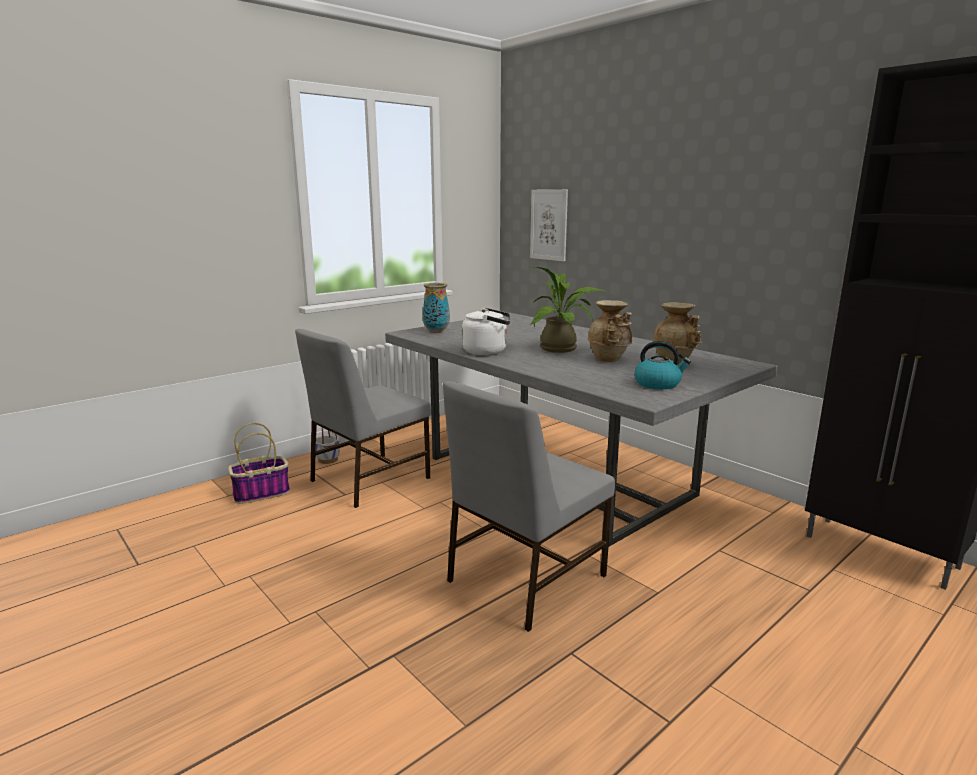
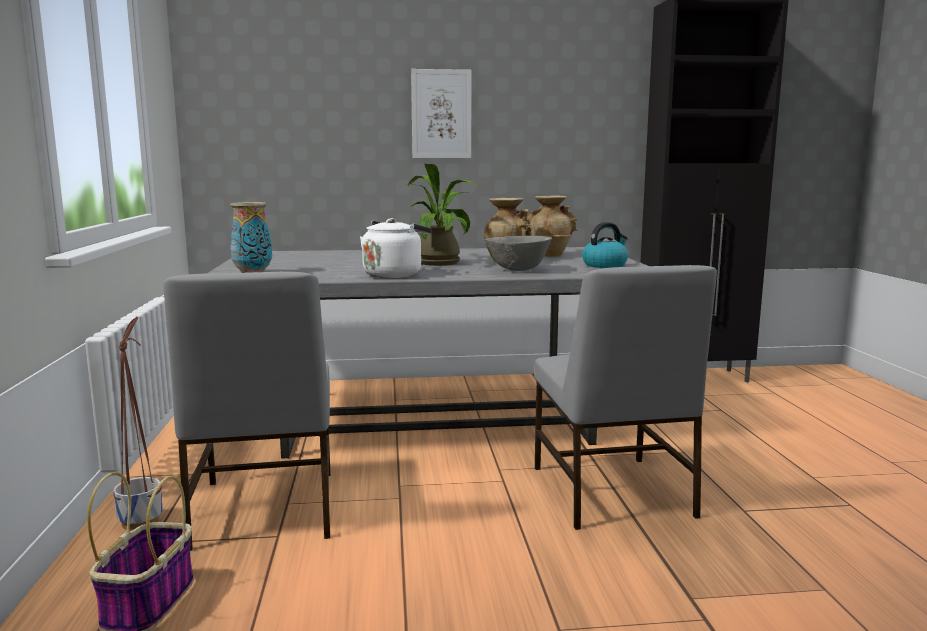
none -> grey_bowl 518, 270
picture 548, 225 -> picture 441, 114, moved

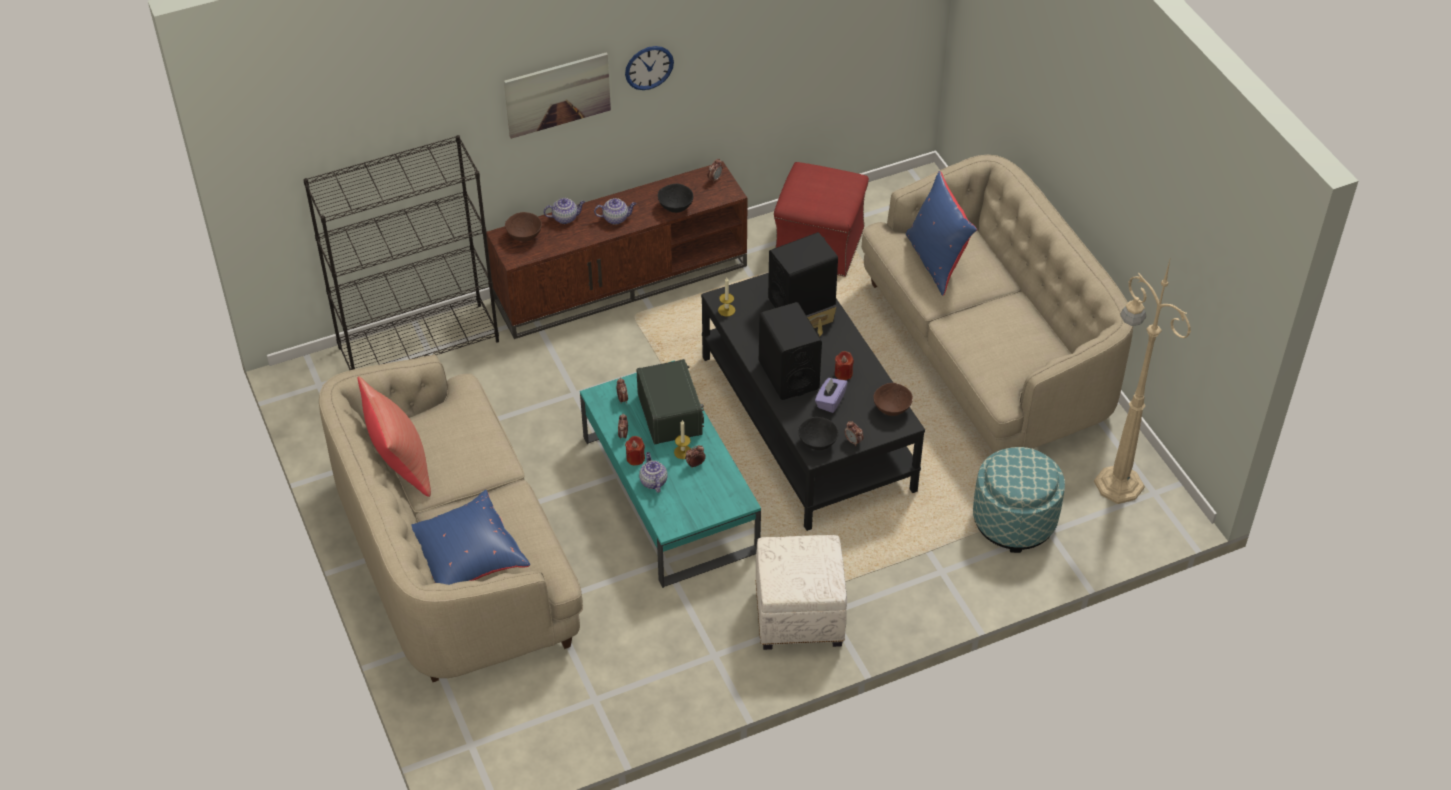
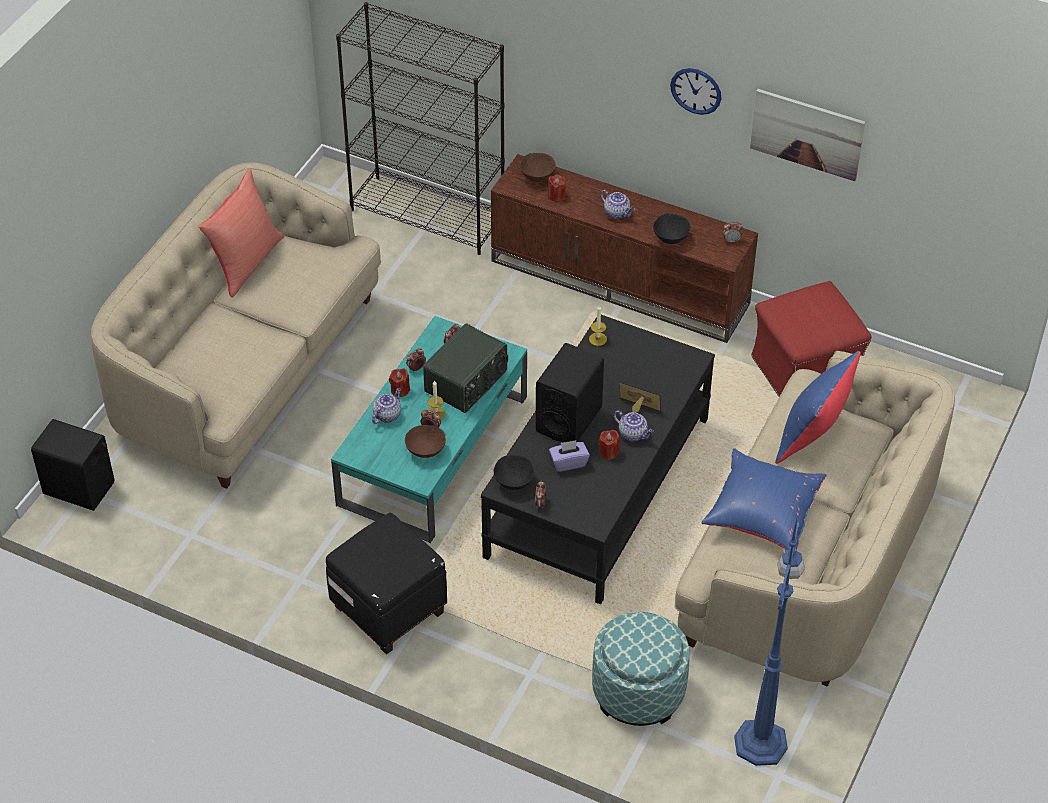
none -> red_candle 556, 196
blue_pillow 465, 558 -> blue_pillow 761, 513, moved
picture 557, 94 -> picture 807, 134, moved
teapot 565, 218 -> teapot 633, 434, moved
black_speaker 802, 302 -> black_speaker 79, 488, moved
brown_bowl 892, 409 -> brown_bowl 425, 451, moved
white_ottoman 798, 618 -> black_ottoman 387, 609
beige_floor_lamp 1117, 482 -> blue_floor_lamp 761, 740

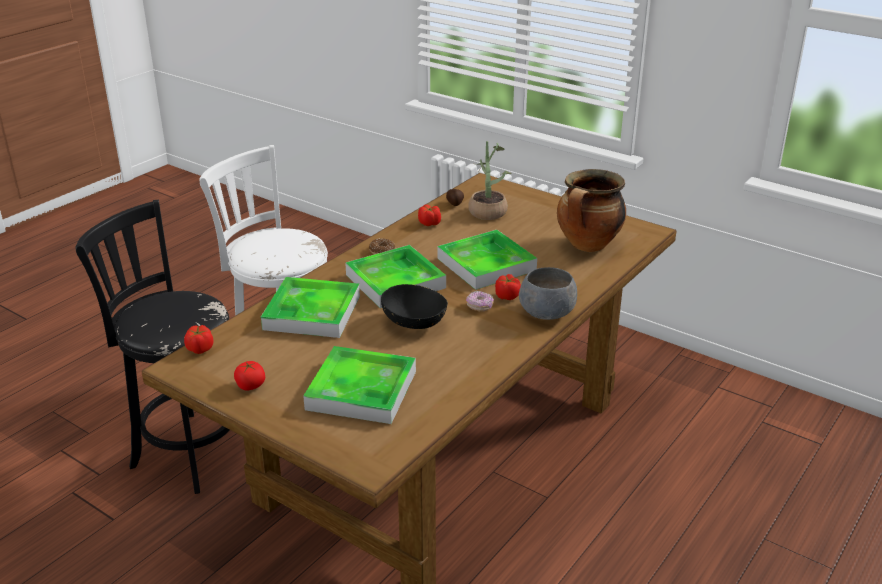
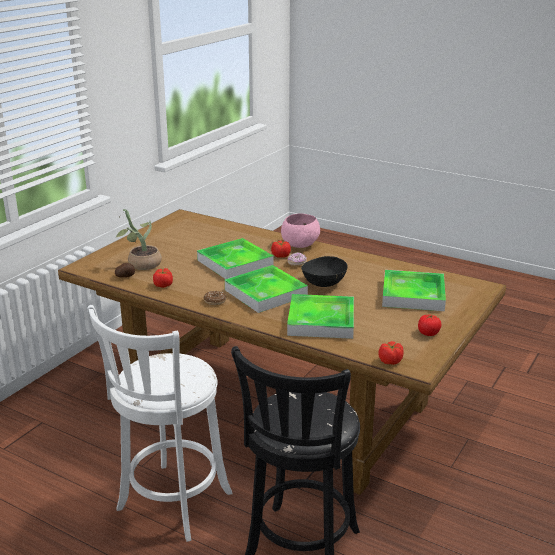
cooking_pot 588, 246 -> none
grey_bowl 546, 312 -> pink_bowl 299, 244

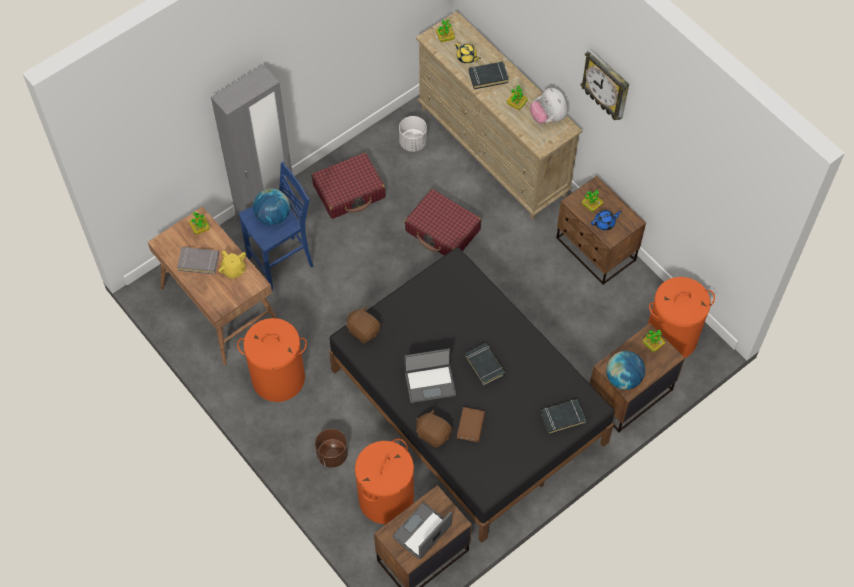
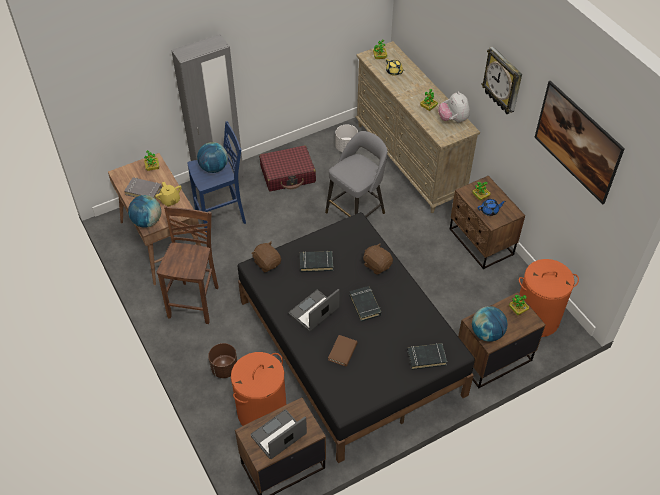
none -> globe 147, 222
none -> picture 573, 155
brown_plush_toy 433, 433 -> brown_plush_toy 377, 265, moved
black_book 488, 77 -> black_book 316, 263, moved
orange_laundry_basket 278, 378 -> brown_stool 195, 301
red_suitcase 443, 231 -> grey_stool 356, 212
laptop 430, 383 -> laptop 314, 312, 135 degrees clockwise

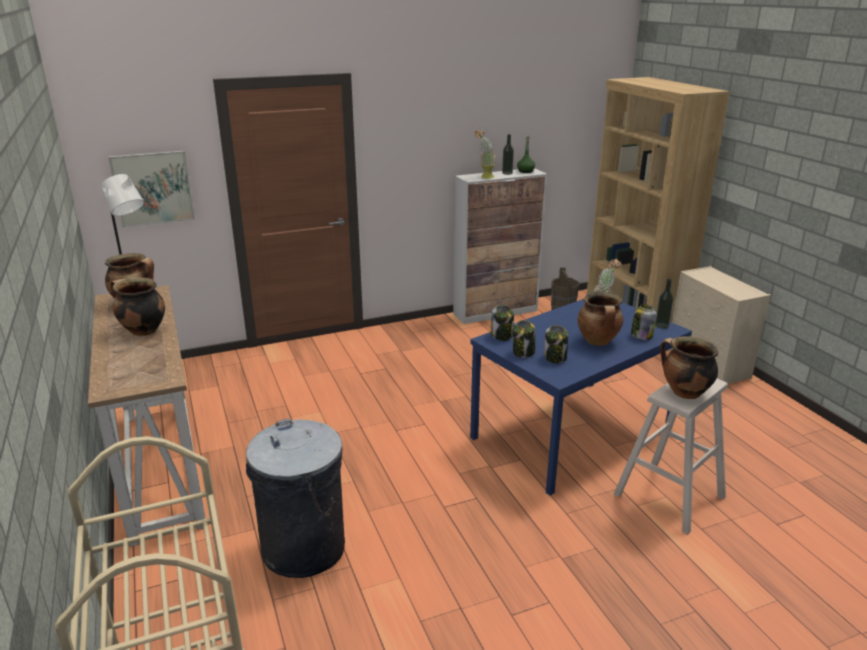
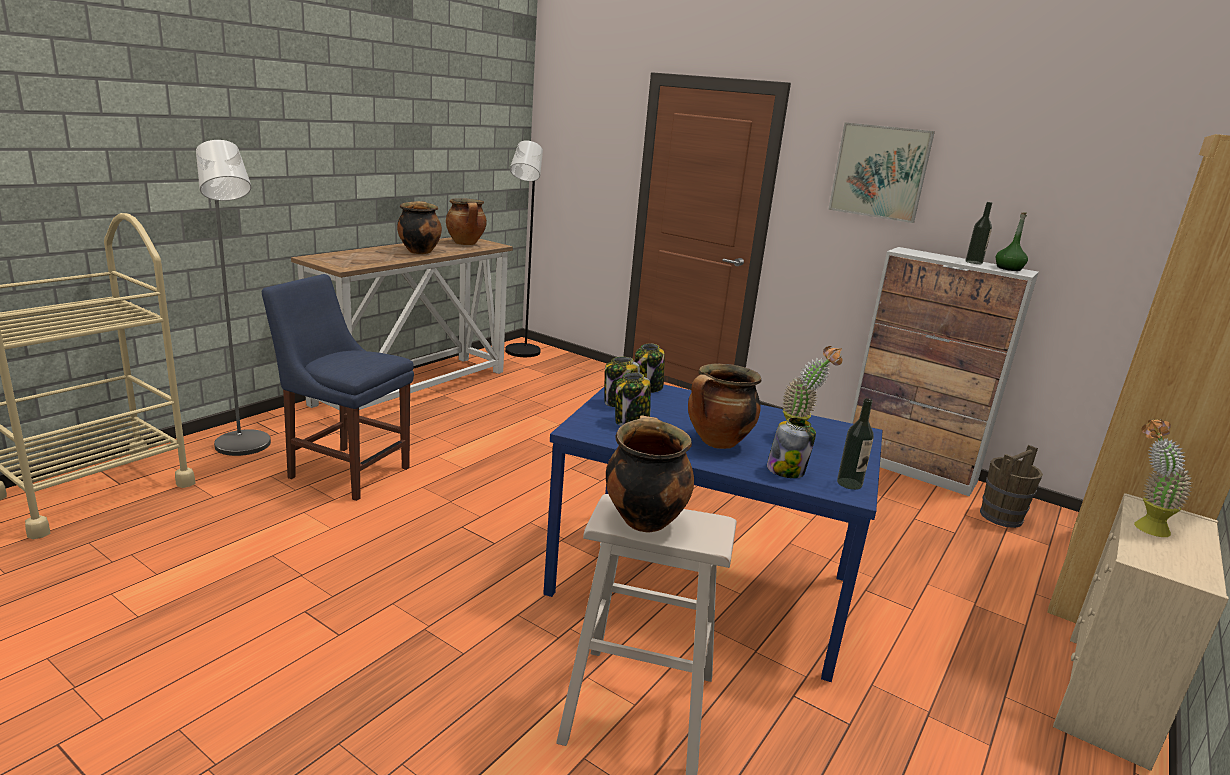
none -> grey_floor_lamp 245, 448
picture 153, 188 -> picture 879, 172, moved
potted_plant 484, 177 -> potted_plant 1142, 526, moved
grey_trash_can 303, 548 -> blue_chair 345, 471

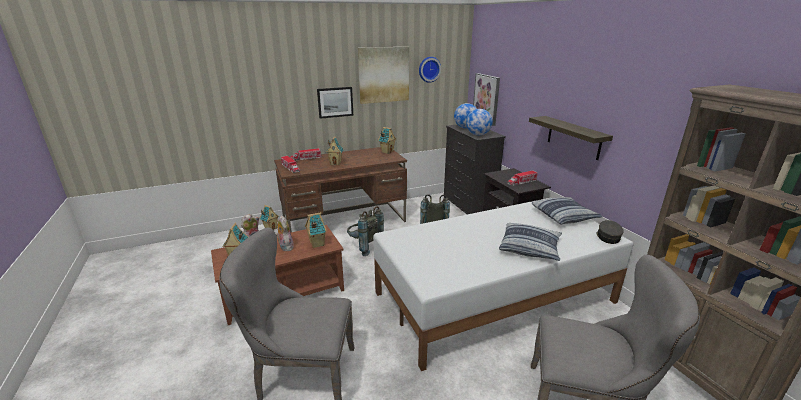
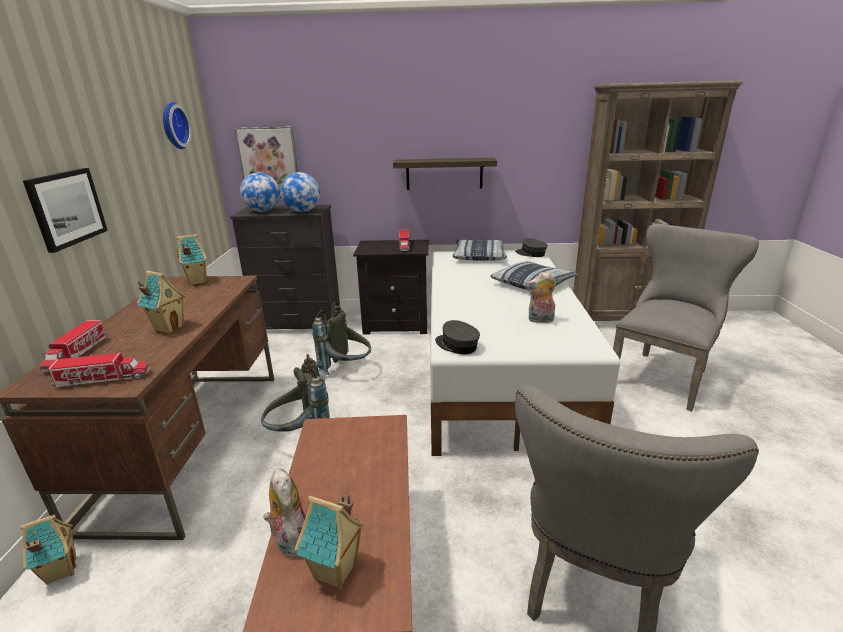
toy_house 316, 244 -> none
picture 383, 75 -> none
none -> grey_cap 456, 345
plush_toy 285, 247 -> plush_toy 540, 320, moved

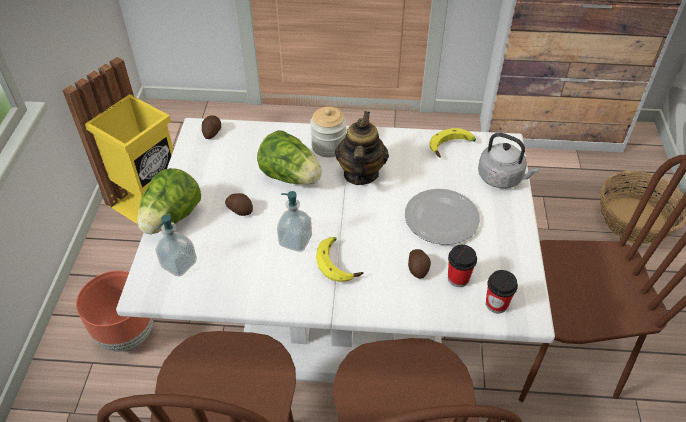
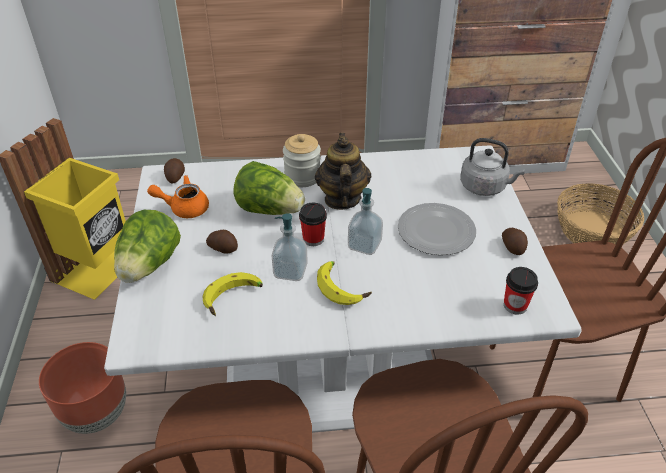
none -> orange_teapot 184, 208
soap_dispenser 179, 264 -> soap_dispenser 364, 245, moved
potato 418, 268 -> potato 513, 247, moved
banana 452, 148 -> banana 234, 298, moved
cup 458, 278 -> cup 313, 239, moved

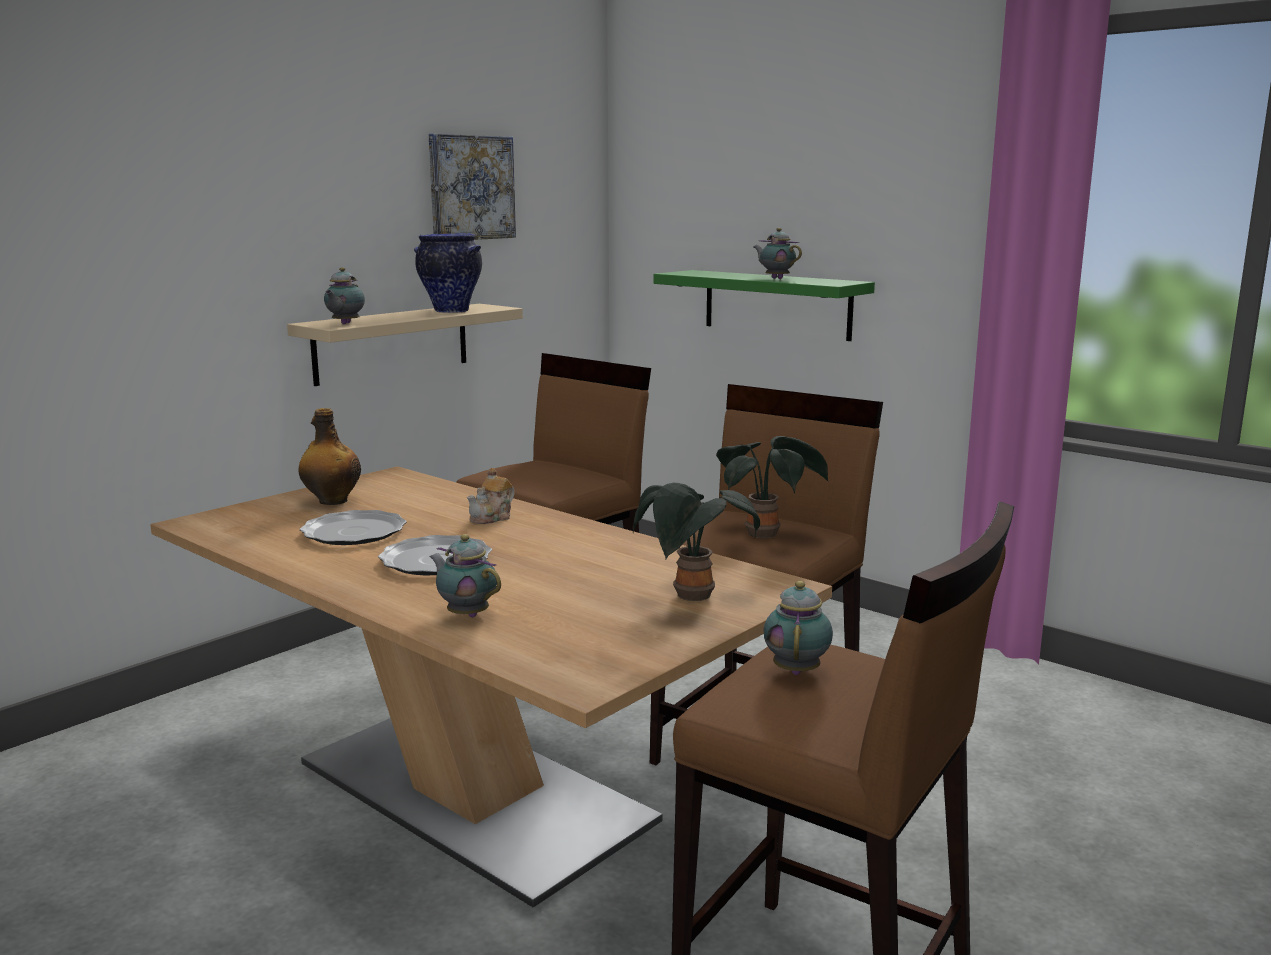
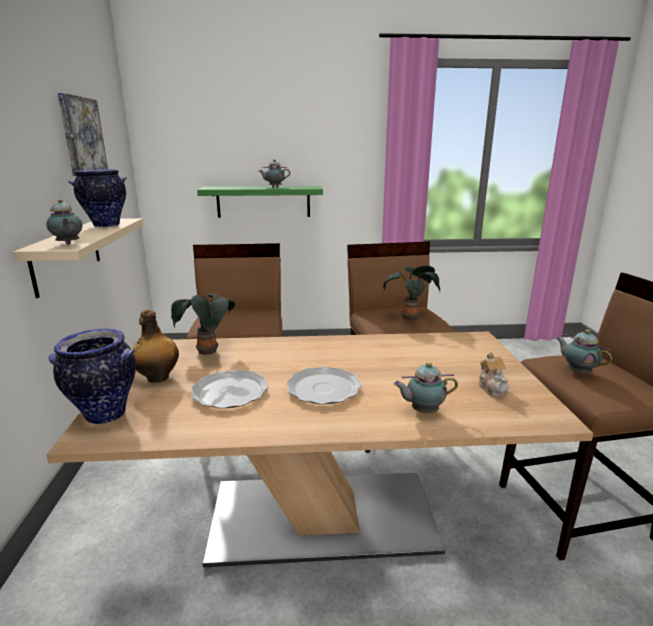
none -> vase 104, 415
teapot 492, 518 -> teapot 492, 388, moved
potted_plant 692, 598 -> potted_plant 208, 352, moved

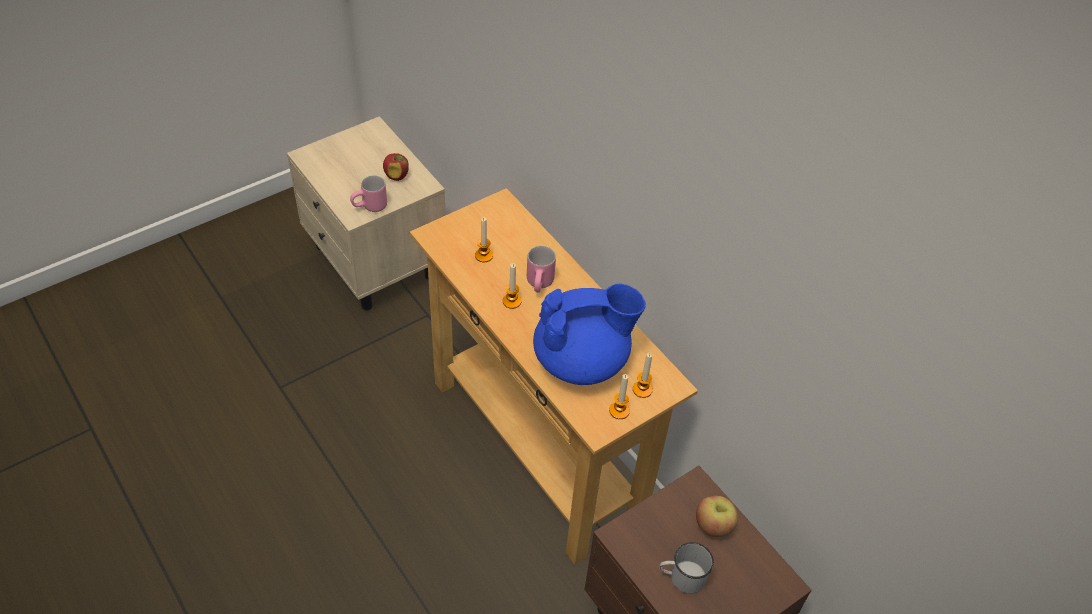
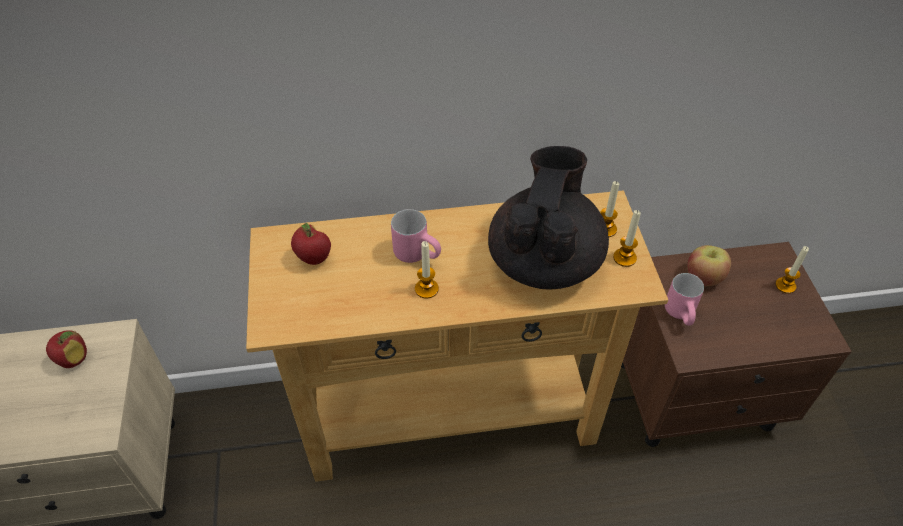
white_mug 682, 577 -> none
none -> apple 313, 259
pink_mug 370, 208 -> pink_mug 682, 314, moved
candle 484, 255 -> candle 785, 285, moved
blue_teapot 582, 360 -> black_teapot 544, 261

